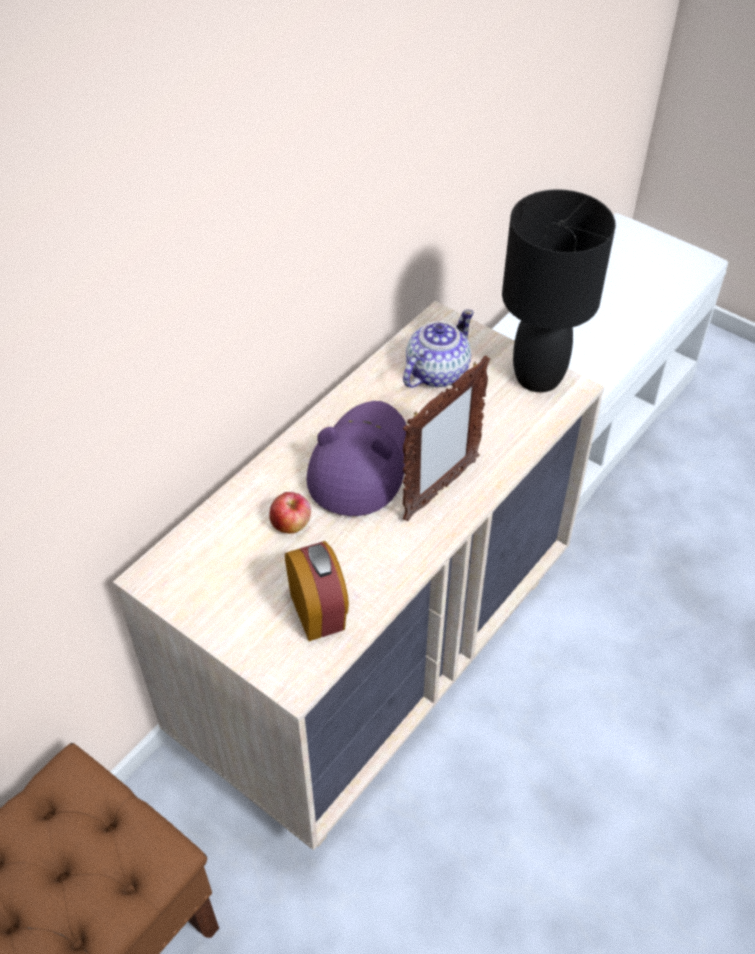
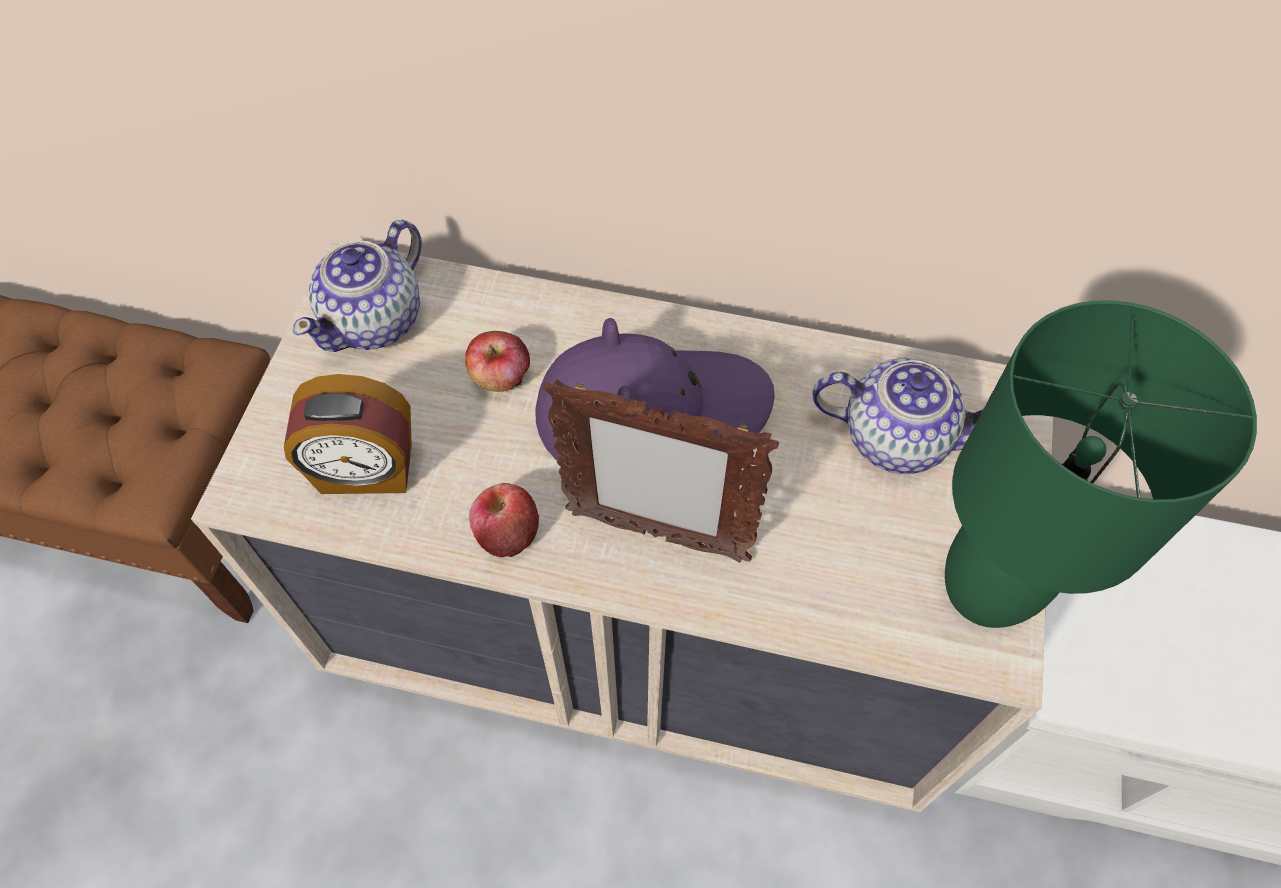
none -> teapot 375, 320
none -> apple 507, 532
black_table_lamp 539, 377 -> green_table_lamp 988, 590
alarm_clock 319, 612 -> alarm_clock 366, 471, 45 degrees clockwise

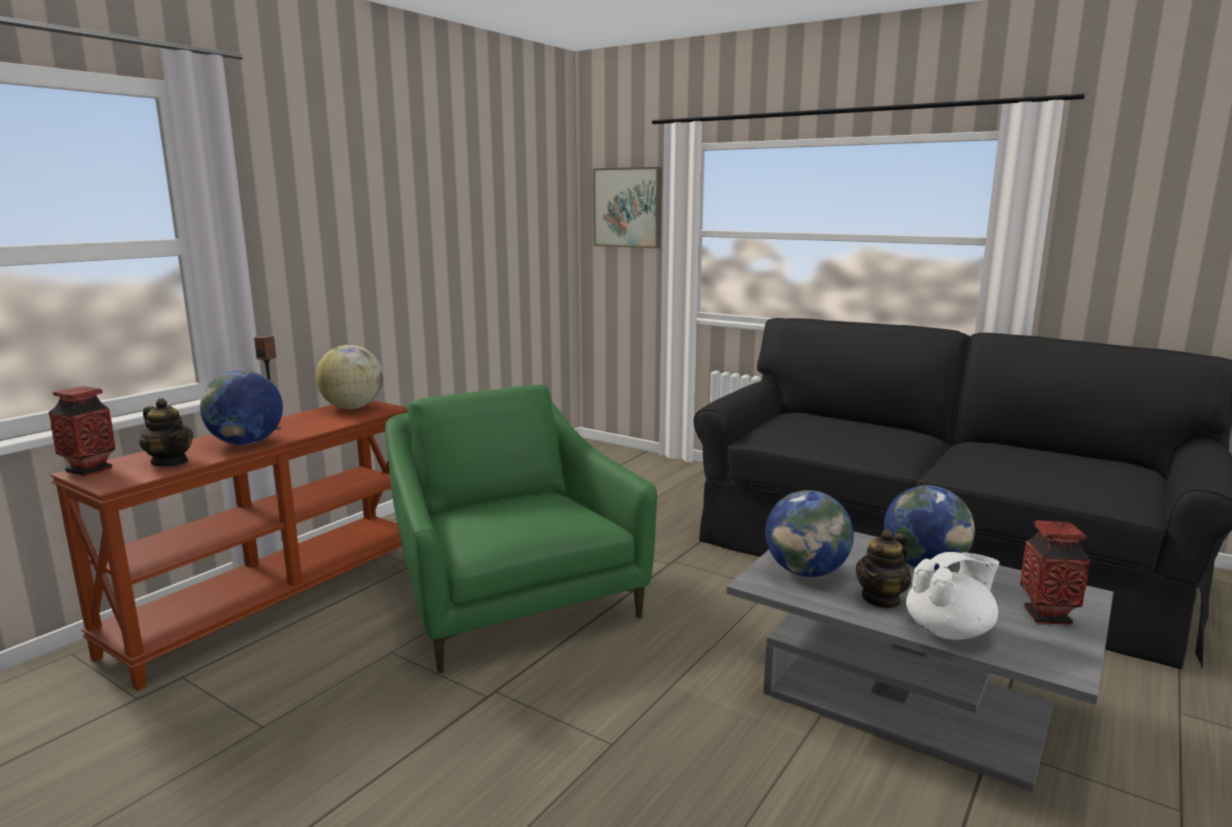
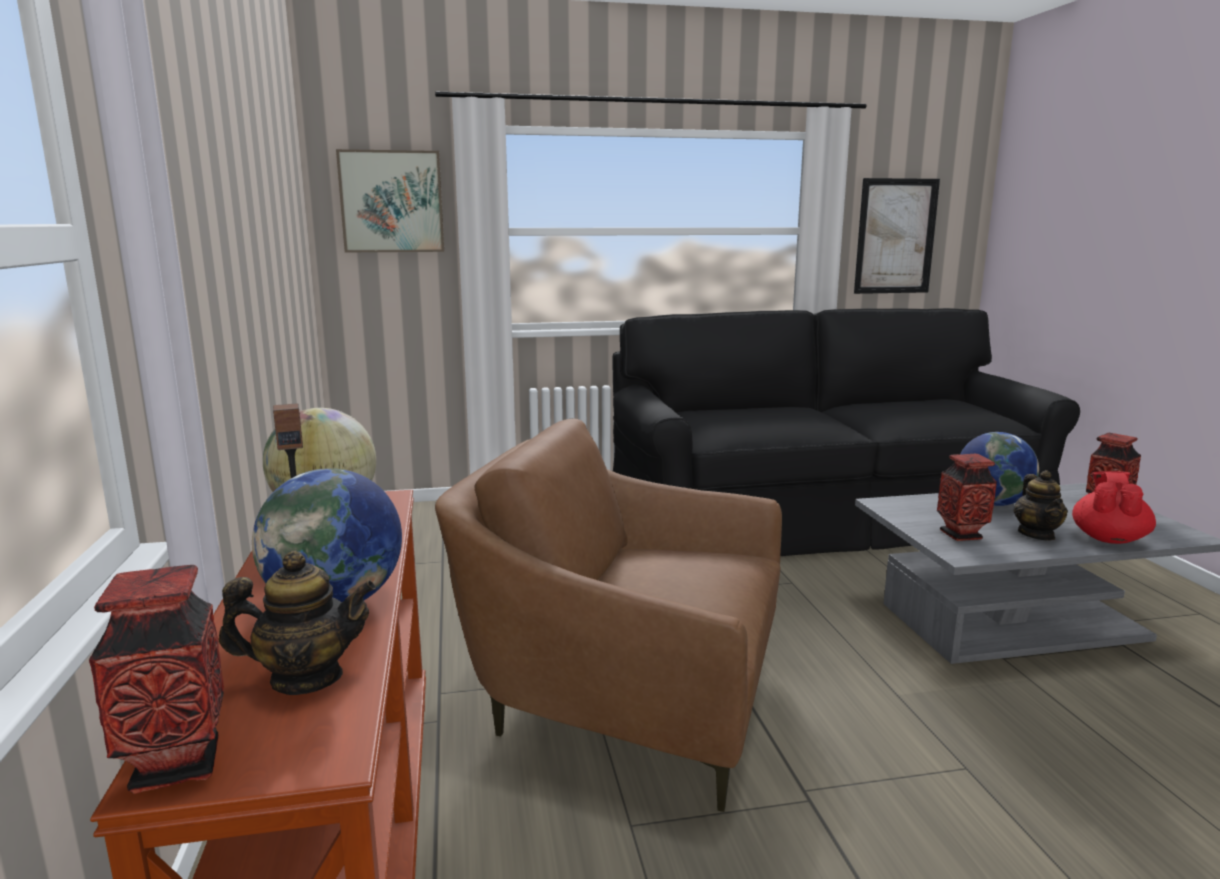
none -> picture 895, 236
globe 806, 572 -> vase 961, 535
green_armchair 510, 599 -> brown_armchair 624, 698
white_teapot 949, 631 -> red_teapot 1108, 538

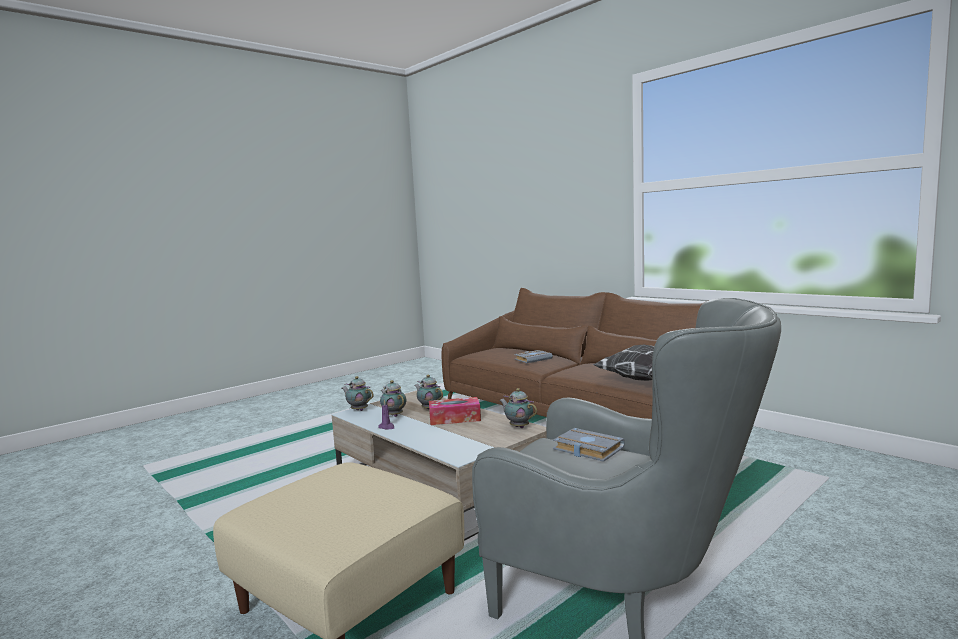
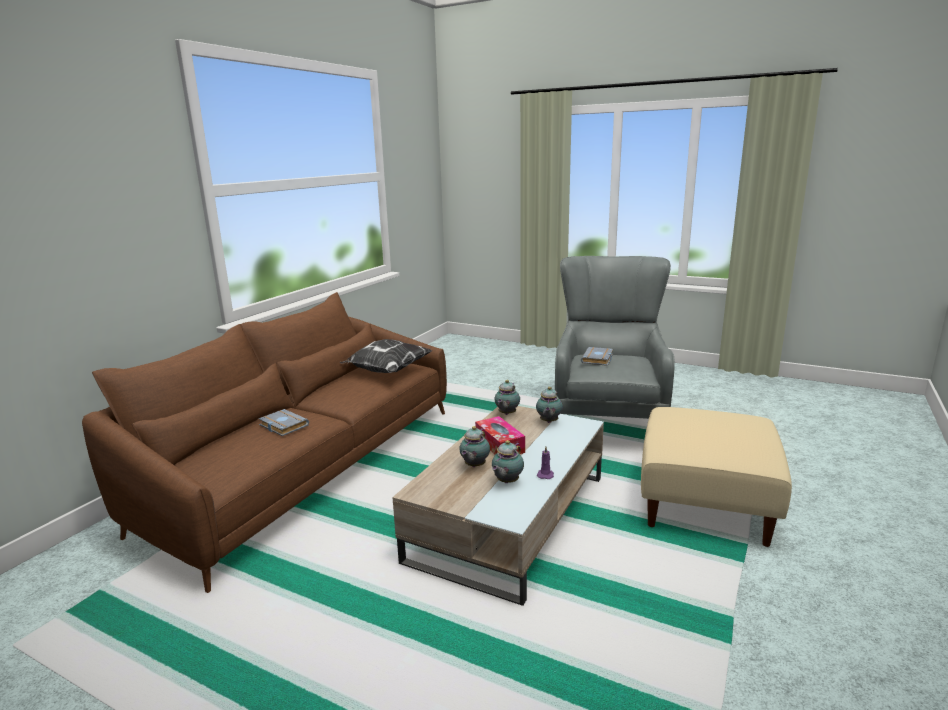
teapot 358, 410 -> teapot 548, 422, moved

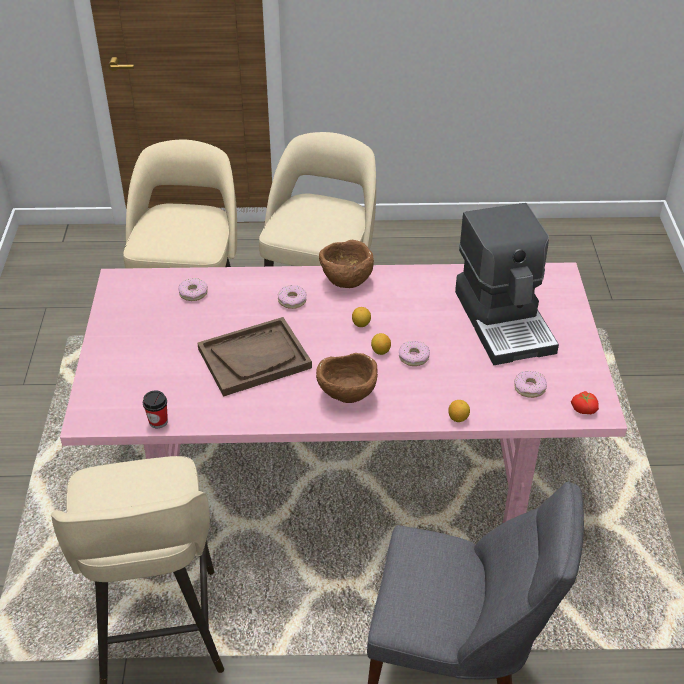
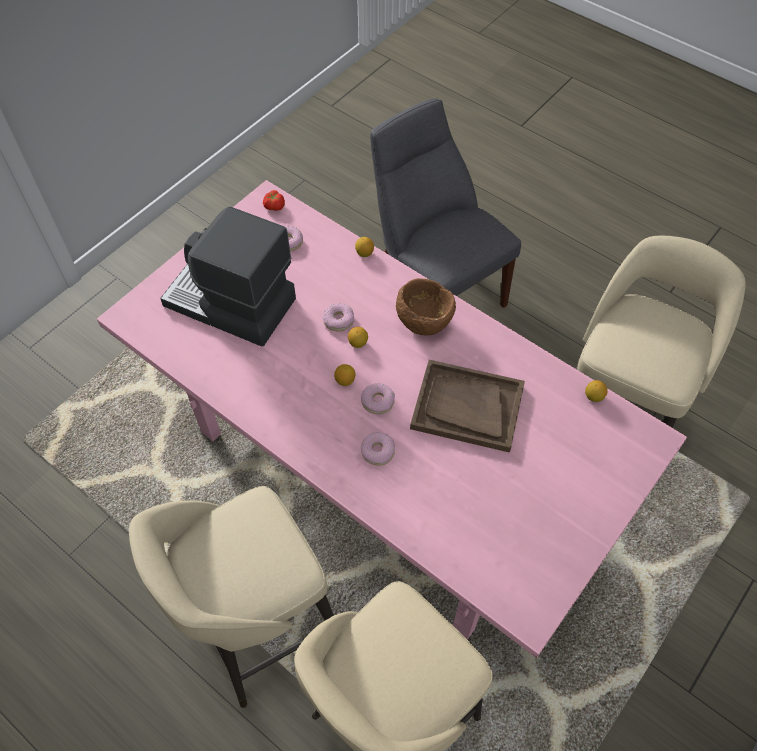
brown_bowl 345, 280 -> none
donut 193, 293 -> donut 377, 401, moved
cup 158, 421 -> lemon 593, 397
coffee_machine 505, 320 -> coffee_machine 230, 304, 90 degrees counterclockwise

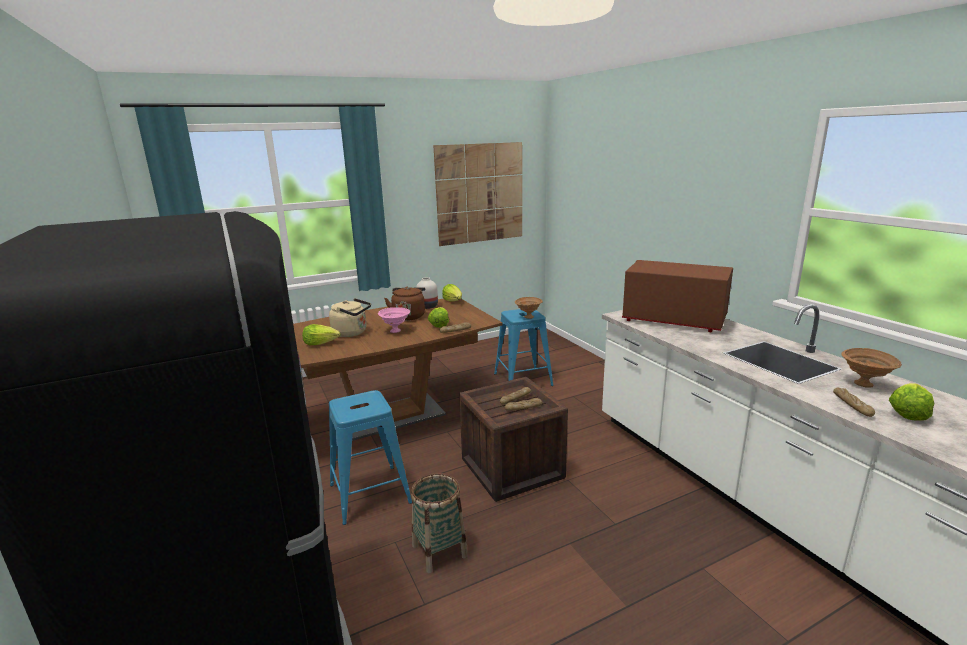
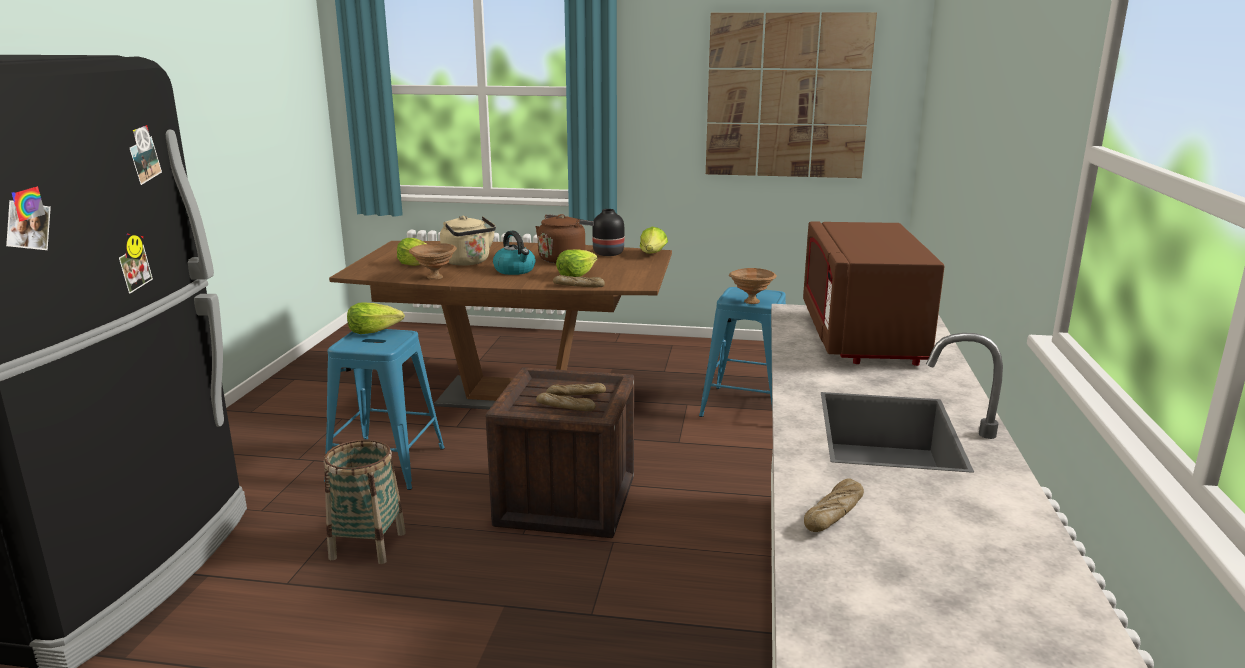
brown_bowl 865, 384 -> brown_bowl 435, 278, moved
lettuce 907, 413 -> lettuce 374, 331, moved
pink_bowl 395, 331 -> kettle 515, 270
white_vase 428, 306 -> black_vase 609, 253
brown_microwave 673, 320 -> brown_microwave 861, 336, 150 degrees counterclockwise

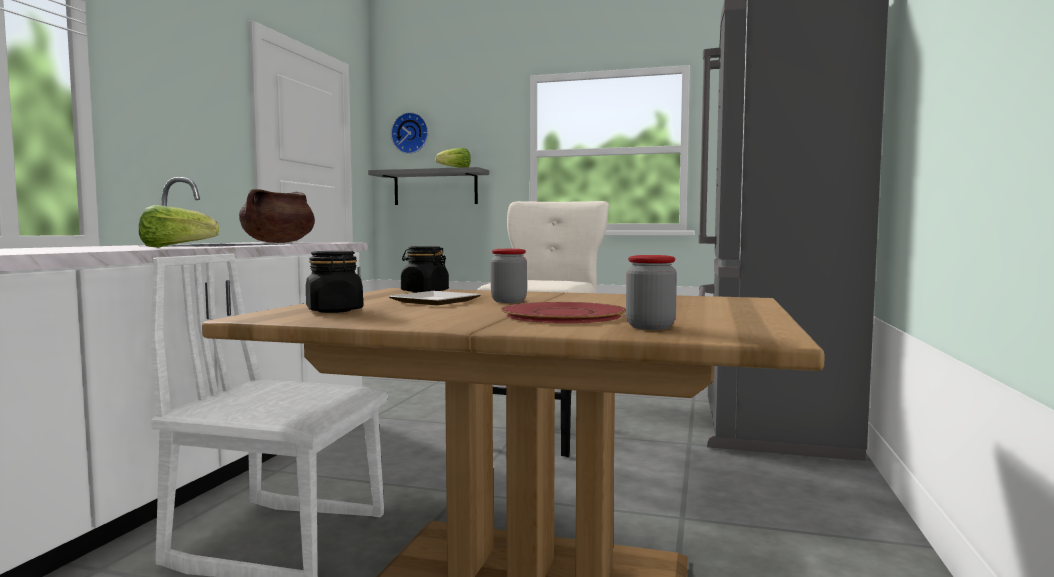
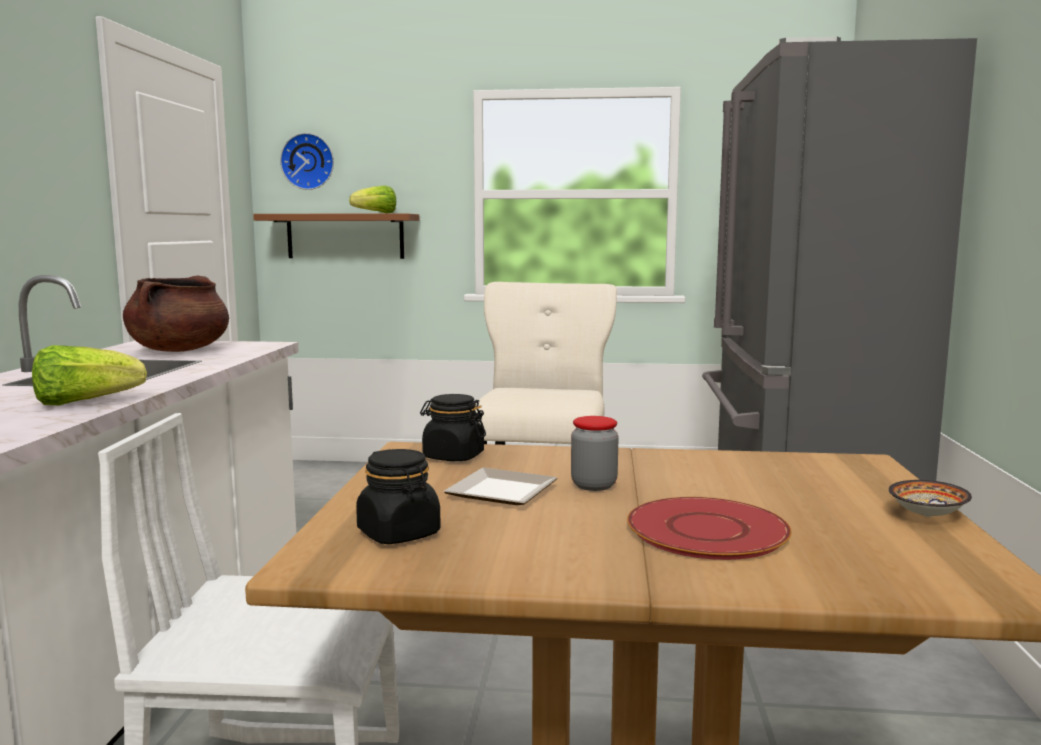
jar 650, 327 -> none
none -> bowl 925, 515
grey_shelf 435, 188 -> brown_shelf 345, 236

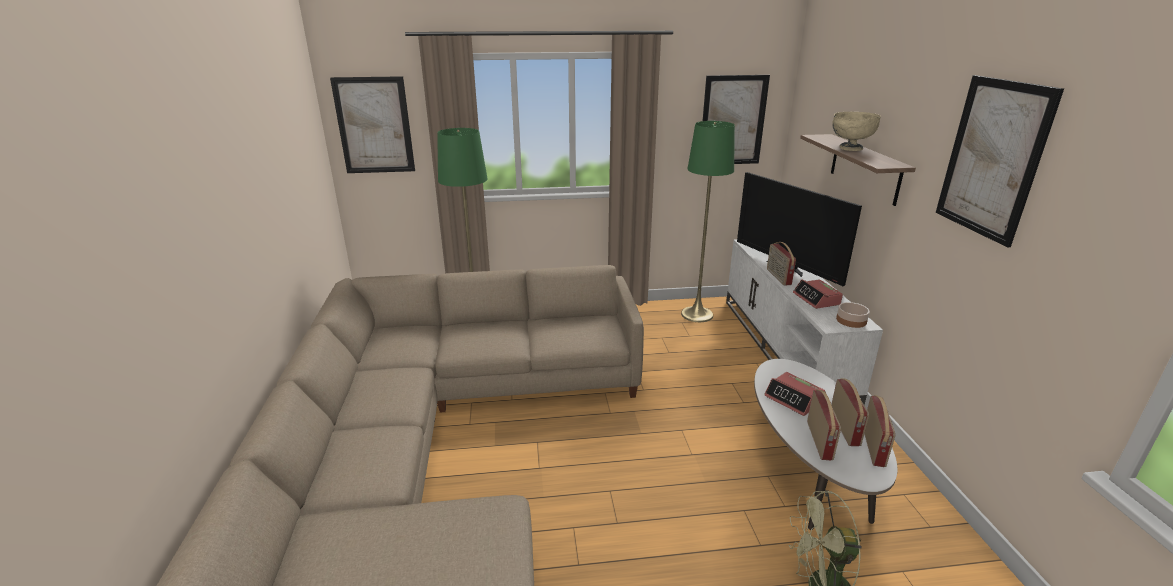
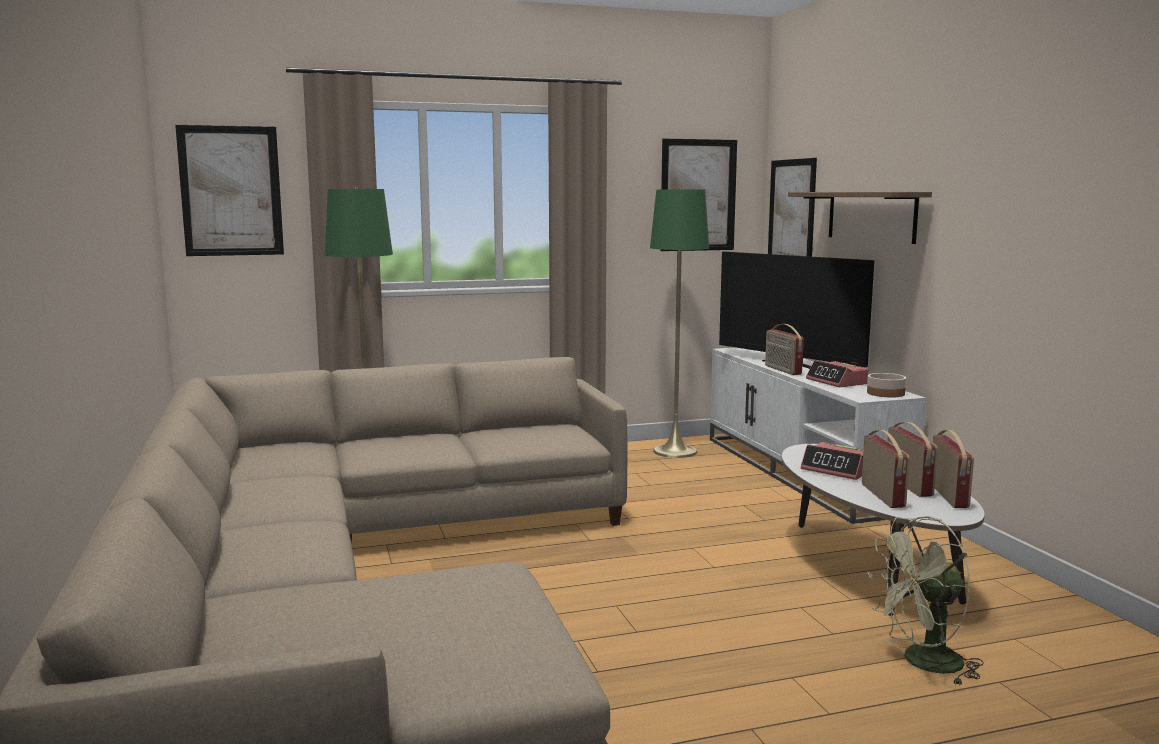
beige_bowl 850, 148 -> none
picture 992, 158 -> picture 791, 216, moved

